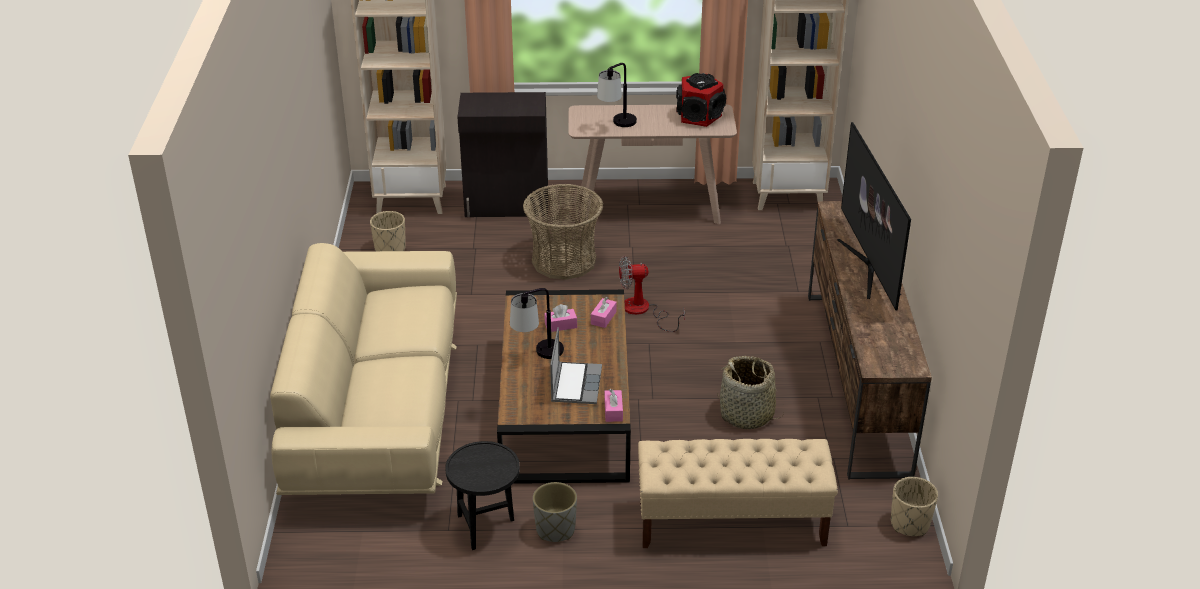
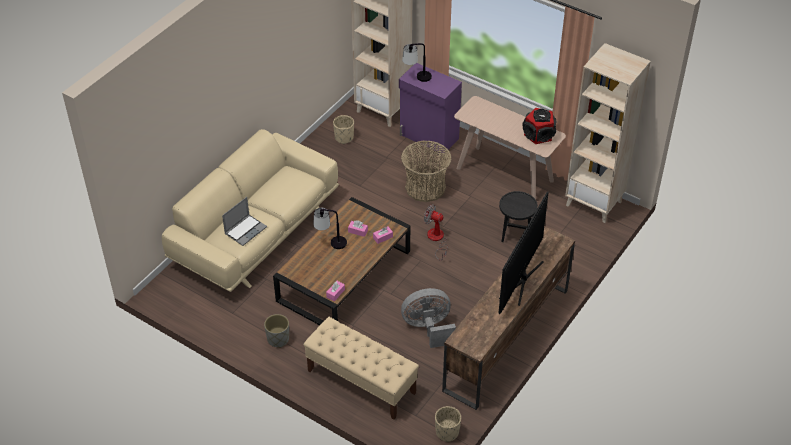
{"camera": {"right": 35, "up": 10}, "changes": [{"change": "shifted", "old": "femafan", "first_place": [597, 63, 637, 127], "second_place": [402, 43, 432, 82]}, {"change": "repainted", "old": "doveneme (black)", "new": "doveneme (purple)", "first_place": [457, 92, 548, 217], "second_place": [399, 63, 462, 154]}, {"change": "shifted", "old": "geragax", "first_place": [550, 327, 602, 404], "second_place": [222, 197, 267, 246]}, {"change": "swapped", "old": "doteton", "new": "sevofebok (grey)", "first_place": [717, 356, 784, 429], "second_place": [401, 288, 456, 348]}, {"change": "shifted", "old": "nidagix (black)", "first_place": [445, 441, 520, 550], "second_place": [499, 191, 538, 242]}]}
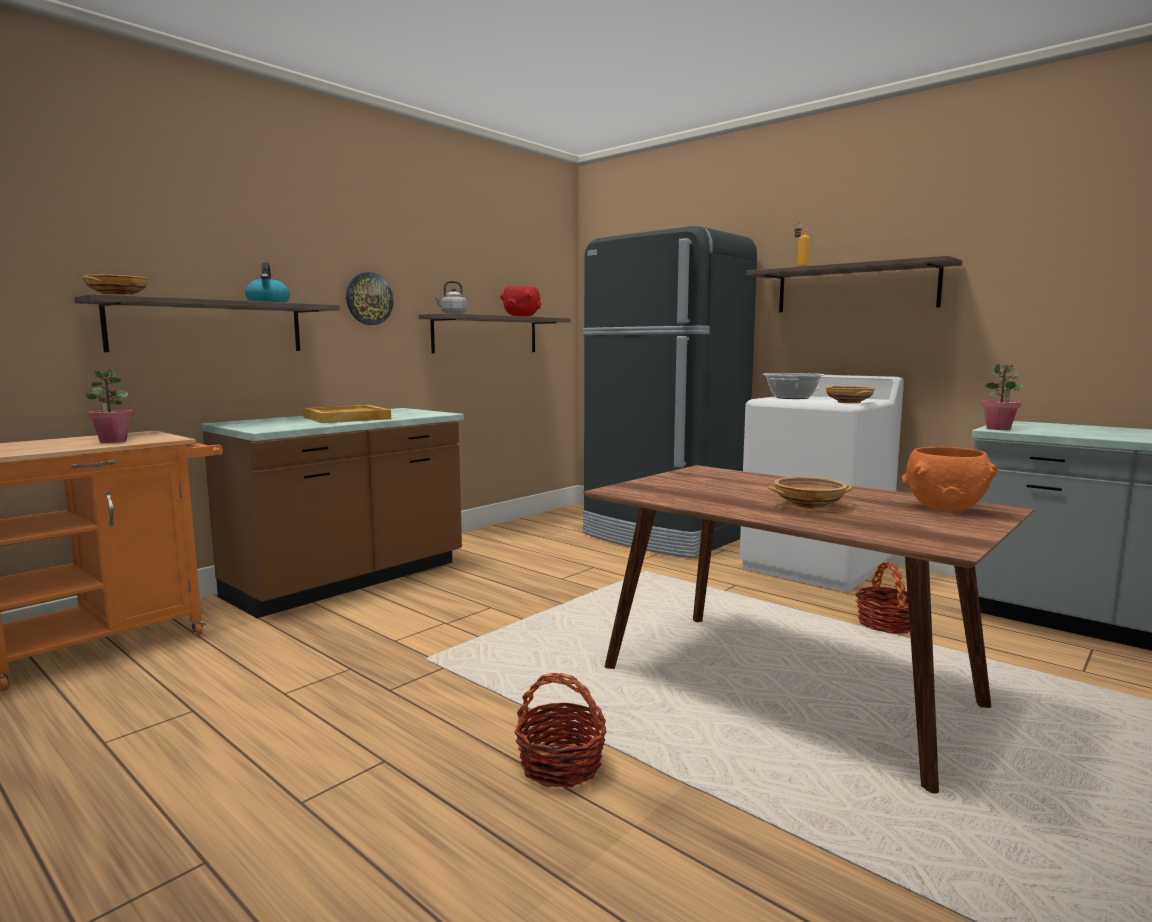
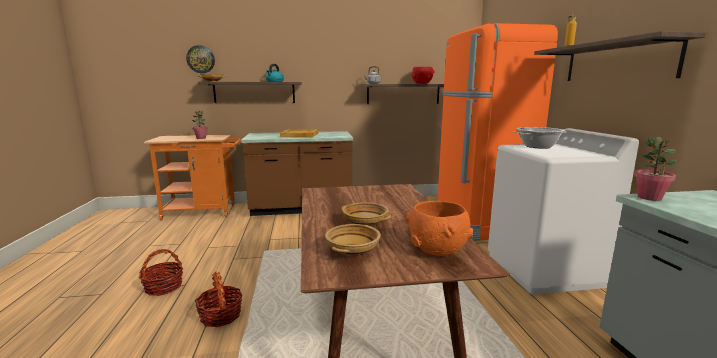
{"camera": {"right": 40, "up": 5}, "changes": [{"change": "repainted", "old": "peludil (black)", "new": "peludil (orange)", "first_place": [583, 226, 757, 558], "second_place": [437, 23, 558, 241]}, {"change": "shifted", "old": "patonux", "first_place": [346, 272, 394, 325], "second_place": [186, 45, 215, 73]}, {"change": "shifted", "old": "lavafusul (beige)", "first_place": [825, 386, 875, 404], "second_place": [325, 224, 381, 256]}, {"change": "shifted", "old": "doteton", "first_place": [855, 562, 910, 634], "second_place": [139, 249, 183, 296]}]}
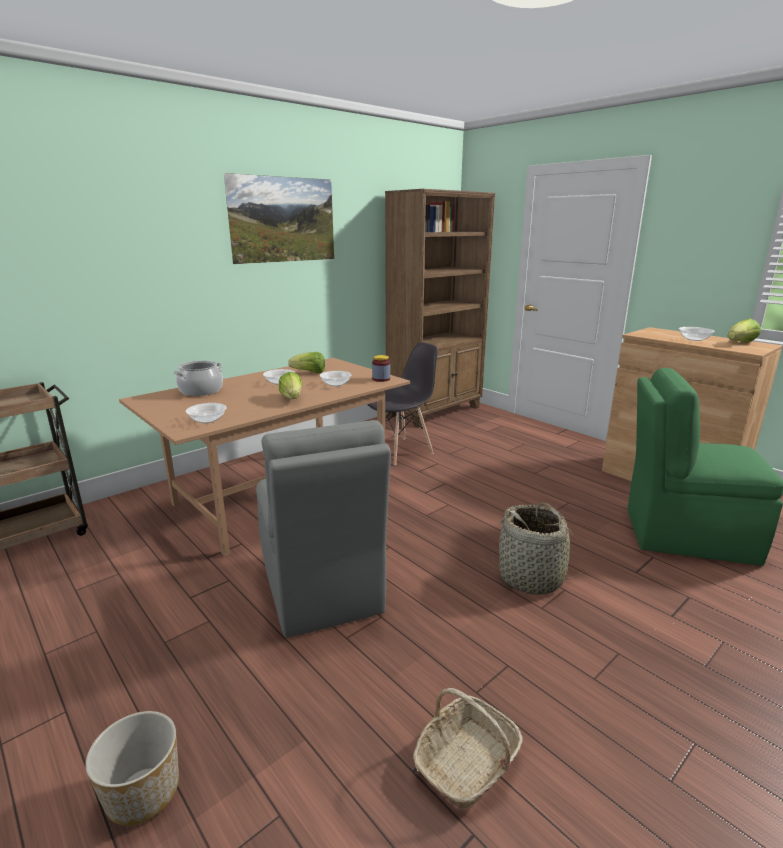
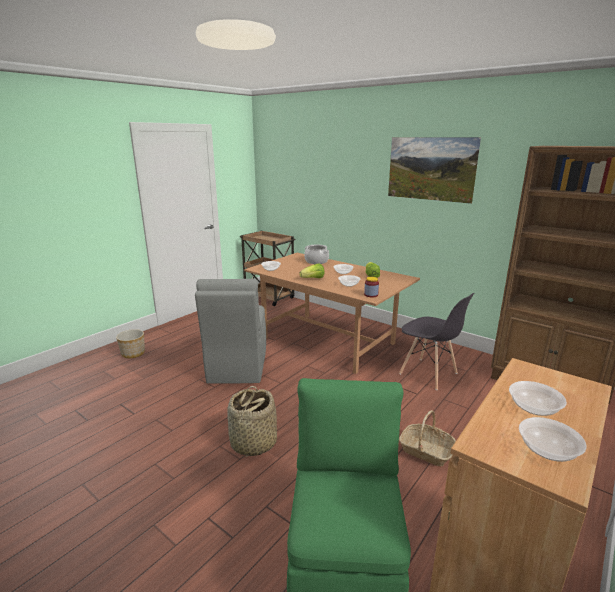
{"camera": {"right": 80, "up": 0}, "changes": [{"change": "swapped", "old": "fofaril", "new": "lavafusul", "first_place": [728, 319, 761, 342], "second_place": [519, 417, 587, 462]}, {"change": "rotated", "old": "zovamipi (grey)", "first_place": [256, 420, 391, 638], "second_place": [195, 279, 266, 383], "degrees": -60}, {"change": "shifted", "old": "doteton", "first_place": [413, 688, 523, 809], "second_place": [399, 410, 456, 466]}]}
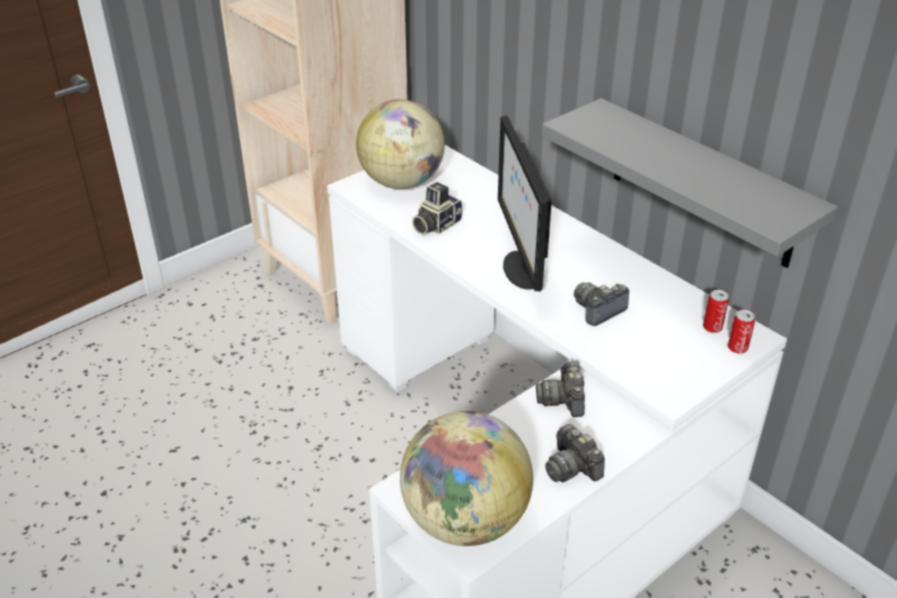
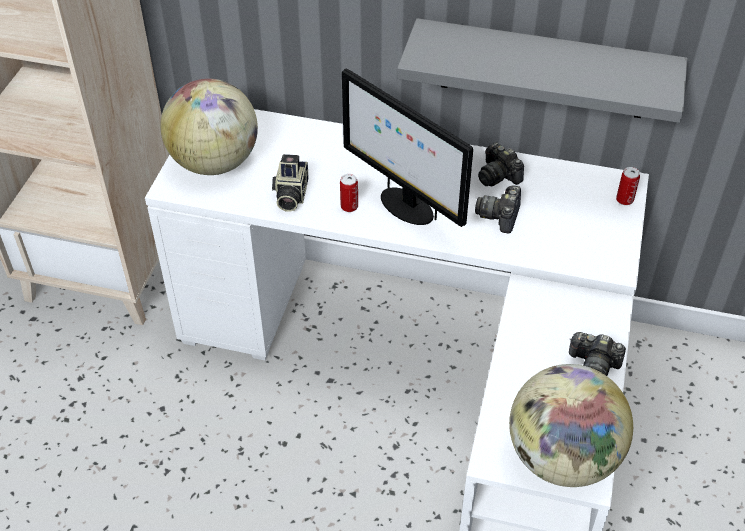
{"camera": {"right": -35, "up": 10}, "changes": [{"change": "shifted", "old": "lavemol", "first_place": [703, 290, 729, 333], "second_place": [340, 174, 358, 212]}, {"change": "shifted", "old": "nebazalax", "first_place": [536, 362, 585, 417], "second_place": [478, 142, 524, 186]}]}
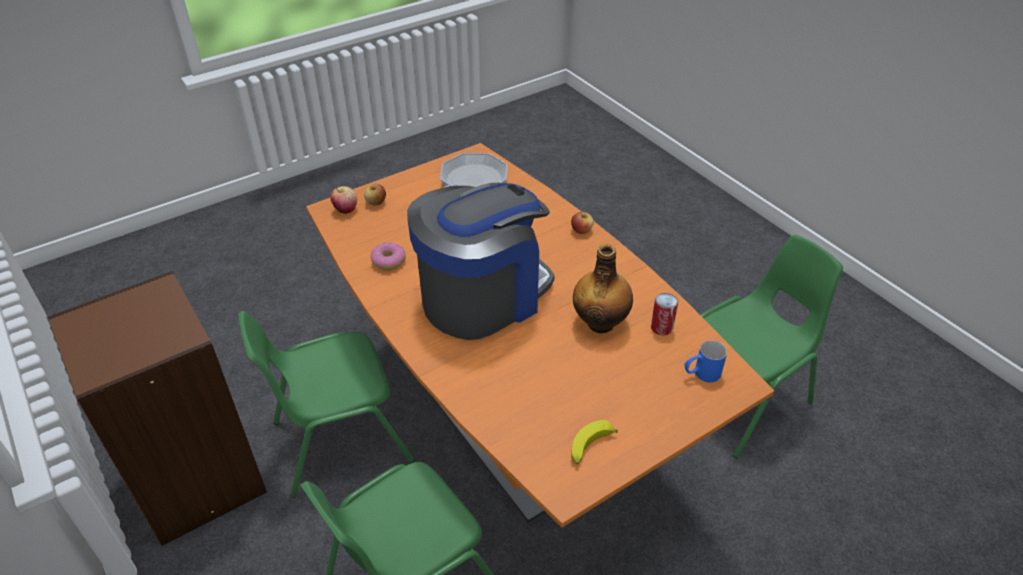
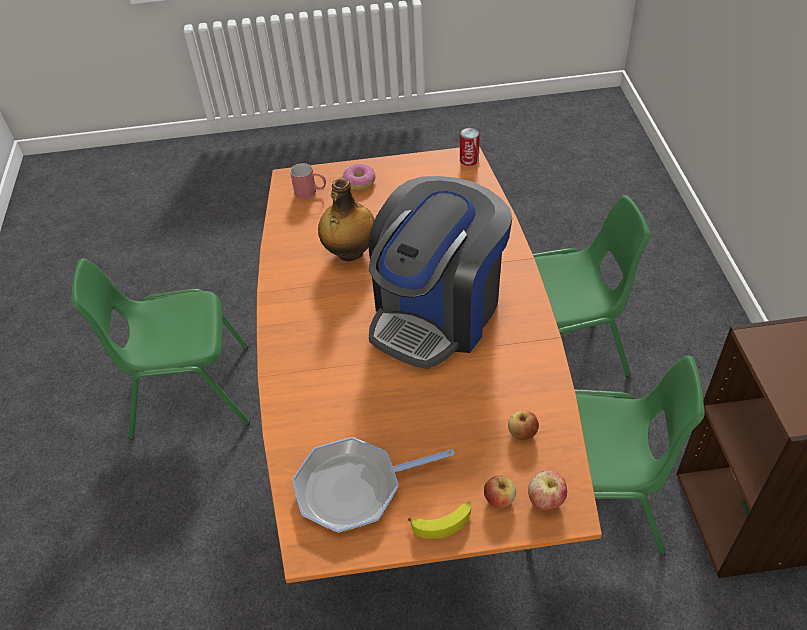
{"camera": {"right": -150, "up": 5}, "changes": [{"change": "rotated", "old": "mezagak", "first_place": [407, 183, 555, 340], "second_place": [369, 176, 512, 369], "degrees": -45}, {"change": "shifted", "old": "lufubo", "first_place": [571, 211, 594, 234], "second_place": [508, 410, 539, 440]}, {"change": "shifted", "old": "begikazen", "first_place": [371, 242, 405, 270], "second_place": [342, 164, 375, 190]}, {"change": "shifted", "old": "lavemol", "first_place": [651, 293, 678, 335], "second_place": [460, 128, 480, 166]}, {"change": "repainted", "old": "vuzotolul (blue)", "new": "vuzotolul (red)", "first_place": [685, 340, 727, 382], "second_place": [290, 163, 326, 199]}, {"change": "shifted", "old": "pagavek", "first_place": [571, 420, 618, 464], "second_place": [408, 502, 471, 539]}]}
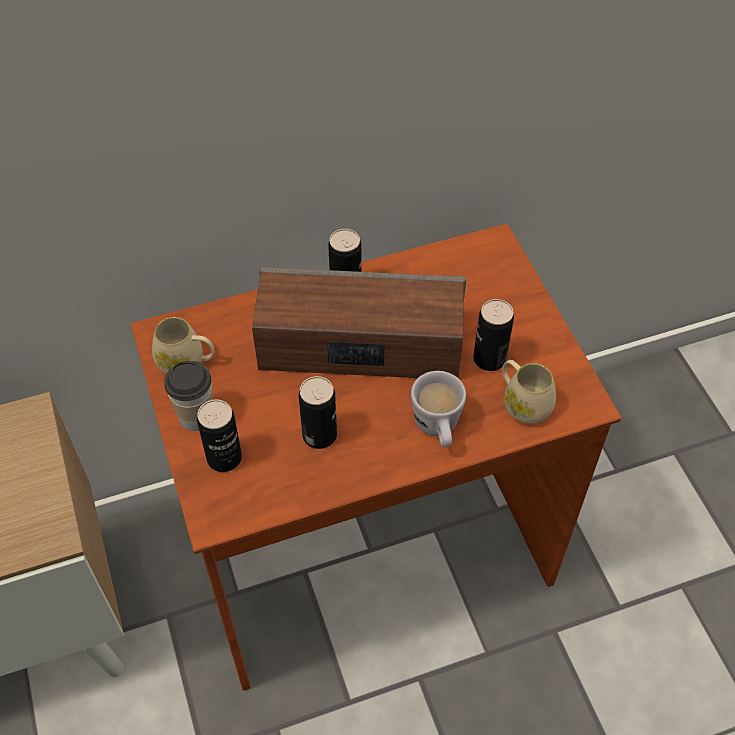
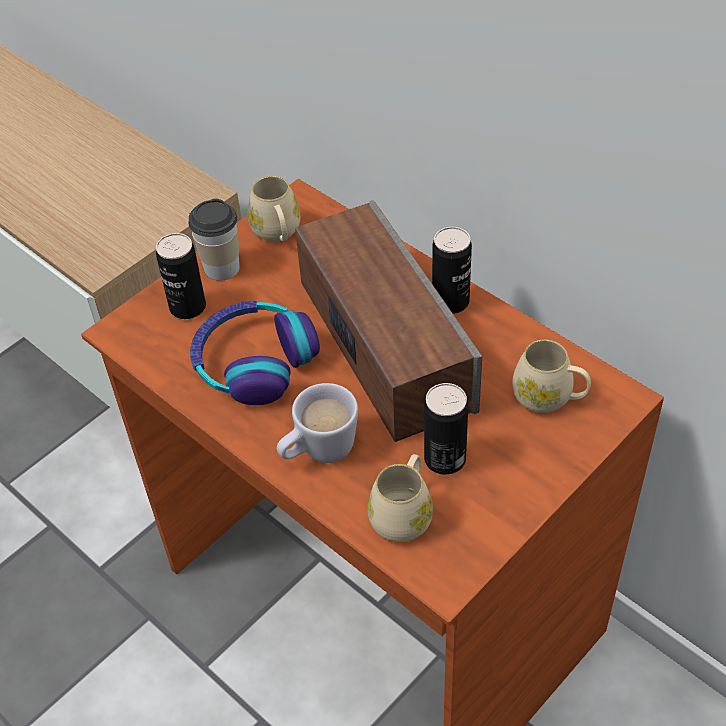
{"camera": {"right": 65, "up": -5}, "changes": [{"change": "swapped", "old": "lavemol", "new": "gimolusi", "first_place": [299, 376, 337, 449], "second_place": [190, 301, 320, 405]}, {"change": "new", "new": "vuzotolul (beige)", "second_place": [512, 339, 591, 413]}]}
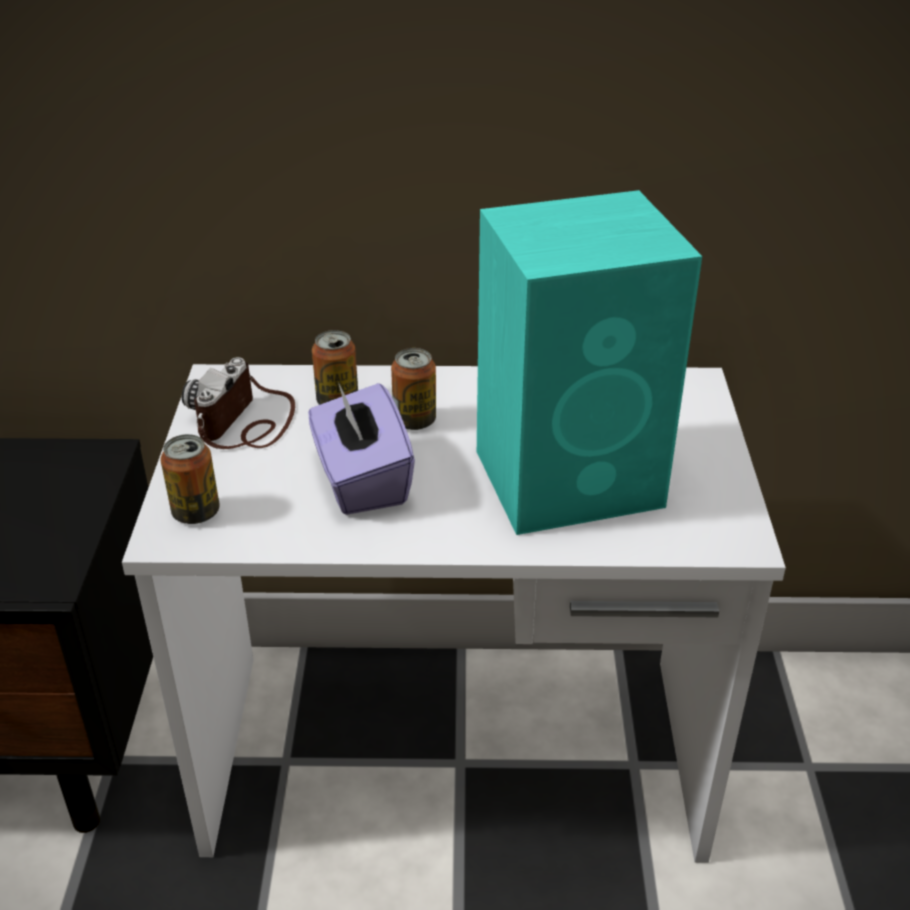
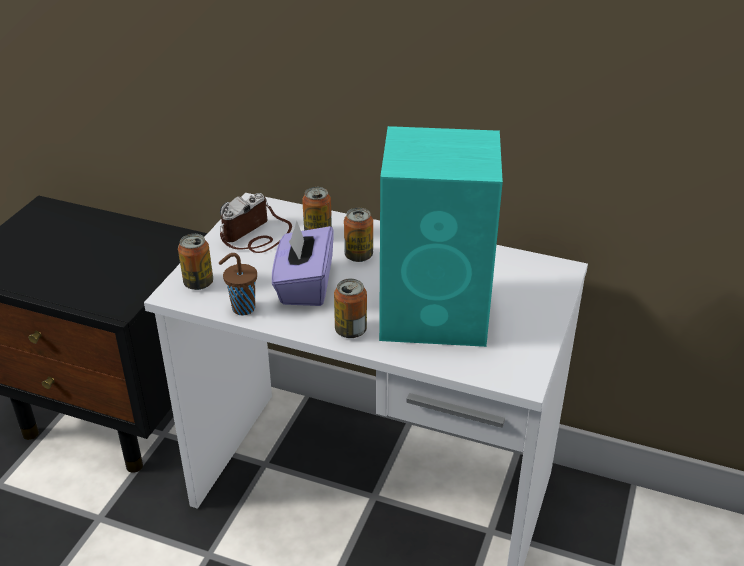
{"camera": {"right": 20, "up": 0}, "changes": [{"change": "new", "new": "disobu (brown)", "second_place": [219, 253, 257, 315]}, {"change": "new", "new": "lavemol", "second_place": [334, 279, 367, 338]}]}
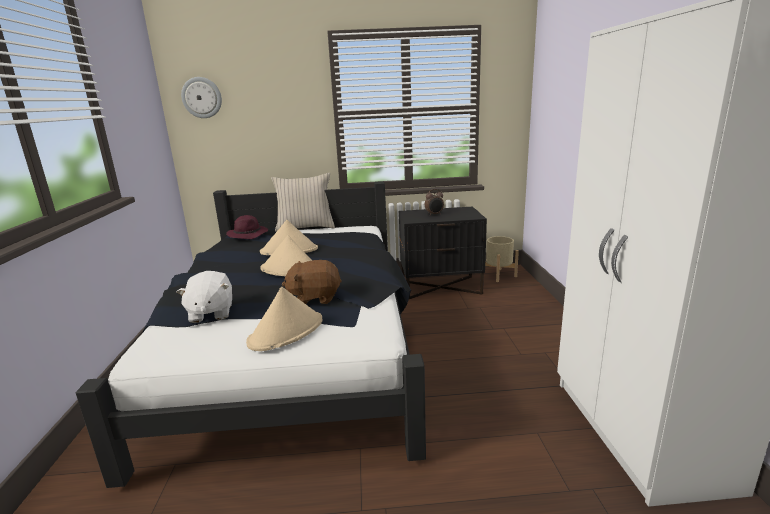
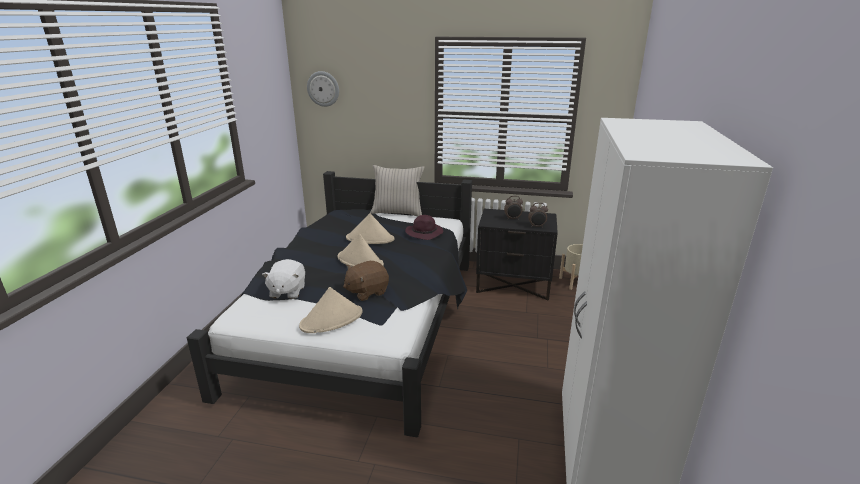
{"camera": {"right": 15, "up": 5}, "changes": [{"change": "shifted", "old": "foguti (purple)", "first_place": [226, 215, 268, 239], "second_place": [405, 215, 443, 240]}, {"change": "rotated", "old": "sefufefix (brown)", "first_place": [282, 260, 342, 304], "second_place": [343, 261, 389, 301], "degrees": -45}, {"change": "new", "new": "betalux", "second_place": [528, 203, 548, 228]}]}
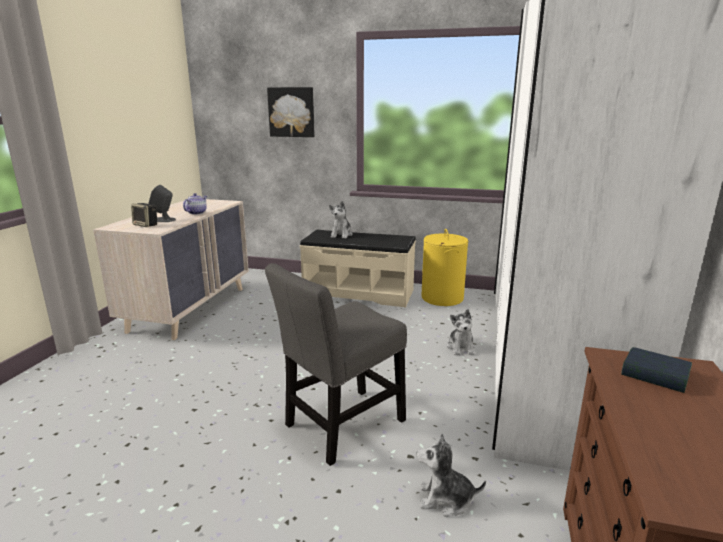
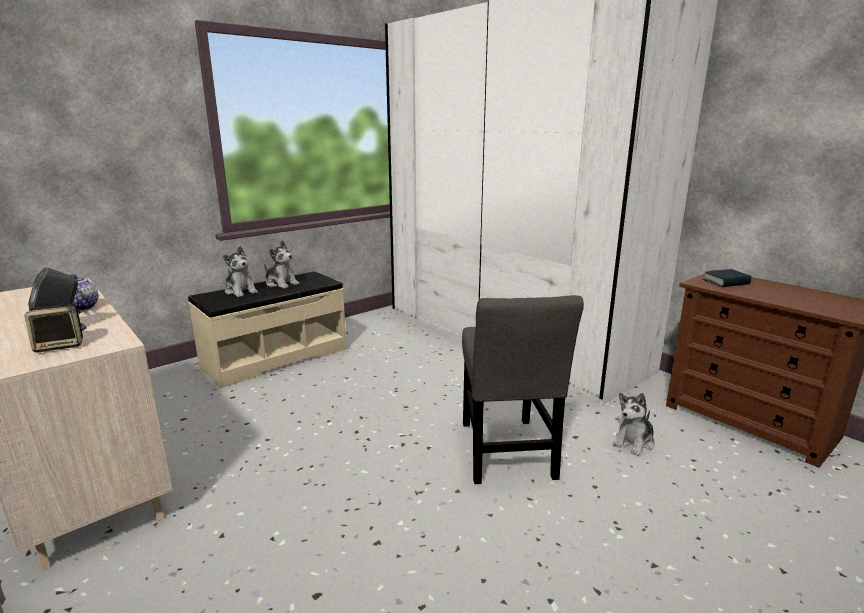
{"camera": {"right": -55, "up": 0}, "changes": [{"change": "gone", "old": "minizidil", "first_place": [267, 87, 315, 137]}, {"change": "gone", "old": "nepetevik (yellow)", "first_place": [421, 229, 468, 306]}, {"change": "shifted", "old": "sefufefix", "first_place": [447, 309, 475, 355], "second_place": [264, 240, 299, 289]}]}
